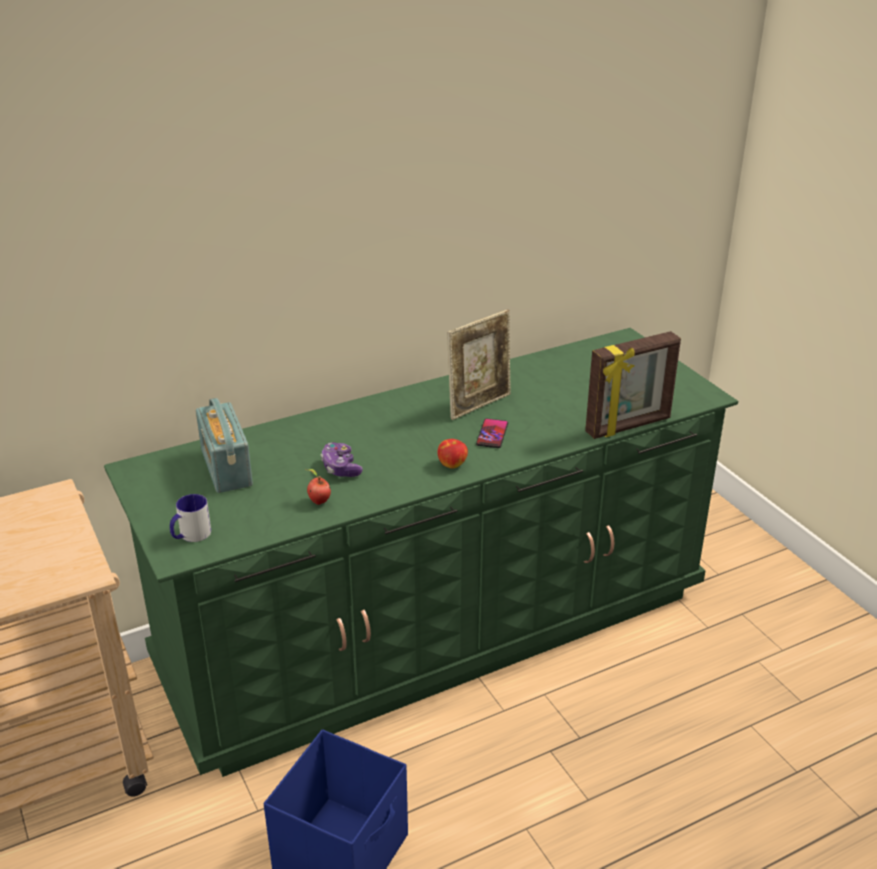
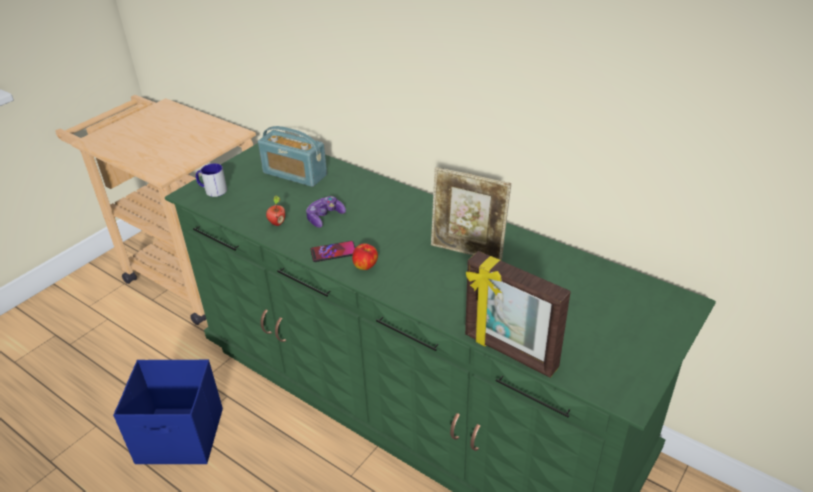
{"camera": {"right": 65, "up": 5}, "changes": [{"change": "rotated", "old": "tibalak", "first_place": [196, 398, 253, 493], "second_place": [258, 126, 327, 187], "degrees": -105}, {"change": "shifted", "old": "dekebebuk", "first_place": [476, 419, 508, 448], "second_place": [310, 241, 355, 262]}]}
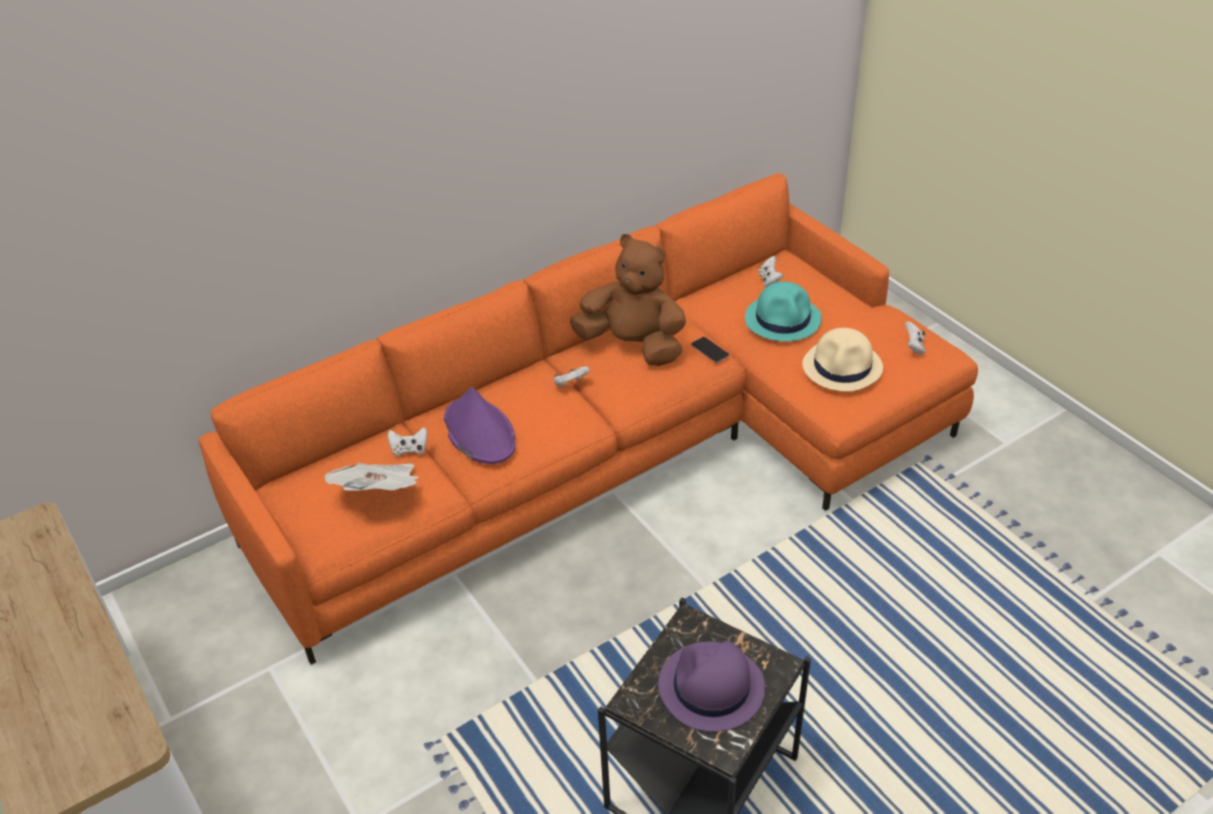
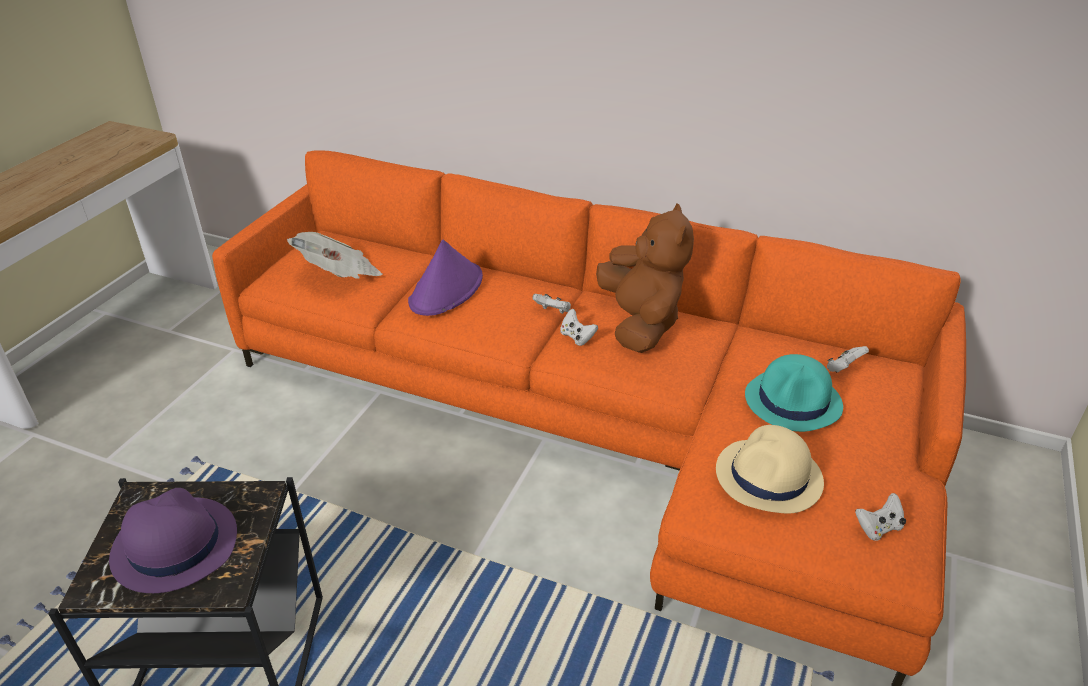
{"camera": {"right": 55, "up": -5}, "changes": [{"change": "gone", "old": "dekebebuk", "first_place": [691, 337, 729, 363]}, {"change": "shifted", "old": "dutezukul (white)", "first_place": [388, 427, 427, 456], "second_place": [560, 309, 598, 346]}]}
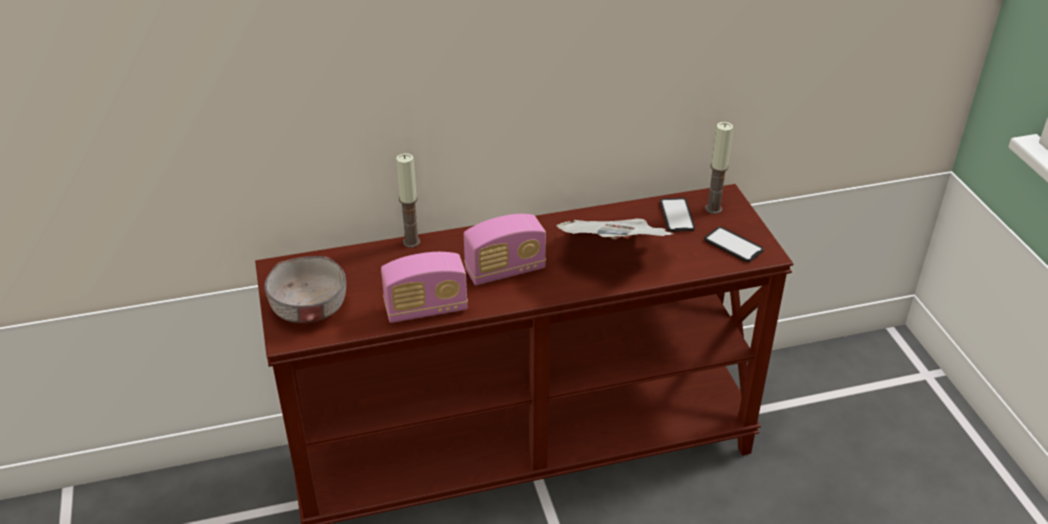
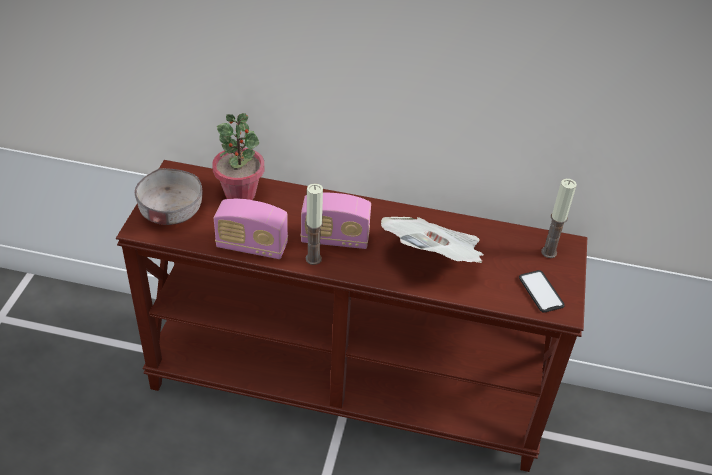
{"camera": {"right": 25, "up": 5}, "changes": [{"change": "shifted", "old": "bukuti", "first_place": [396, 153, 420, 248], "second_place": [306, 183, 323, 265]}, {"change": "gone", "old": "dekebebuk", "first_place": [660, 198, 695, 232]}, {"change": "new", "new": "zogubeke", "second_place": [212, 113, 264, 200]}]}
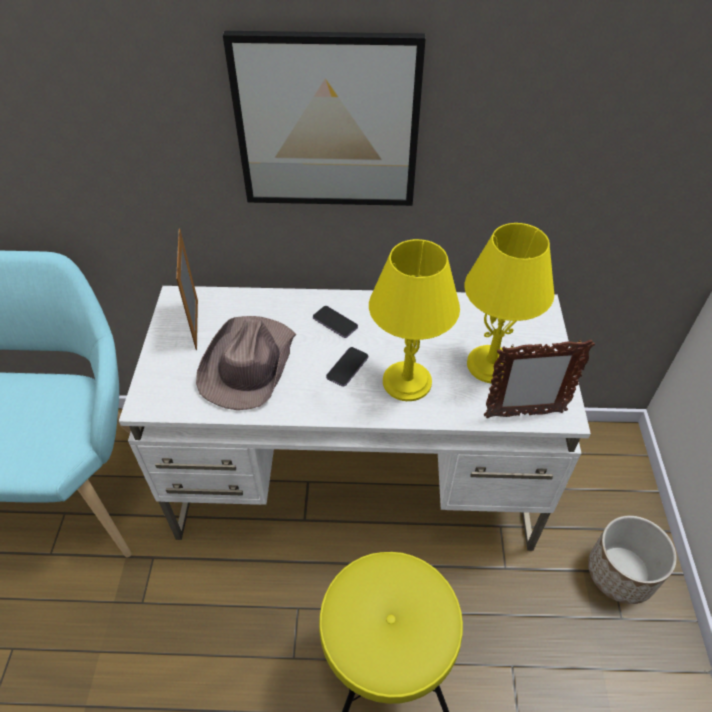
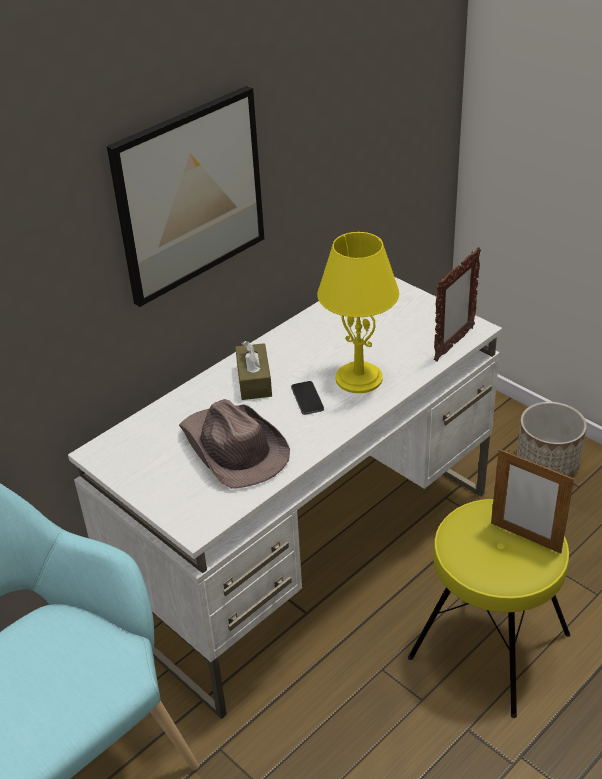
{"camera": {"right": -45, "up": -10}, "changes": [{"change": "gone", "old": "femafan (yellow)", "first_place": [465, 223, 555, 383]}, {"change": "shifted", "old": "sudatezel", "first_place": [176, 229, 198, 350], "second_place": [491, 449, 574, 554]}, {"change": "swapped", "old": "dekebebuk", "new": "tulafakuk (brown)", "first_place": [313, 306, 358, 338], "second_place": [235, 341, 272, 400]}]}
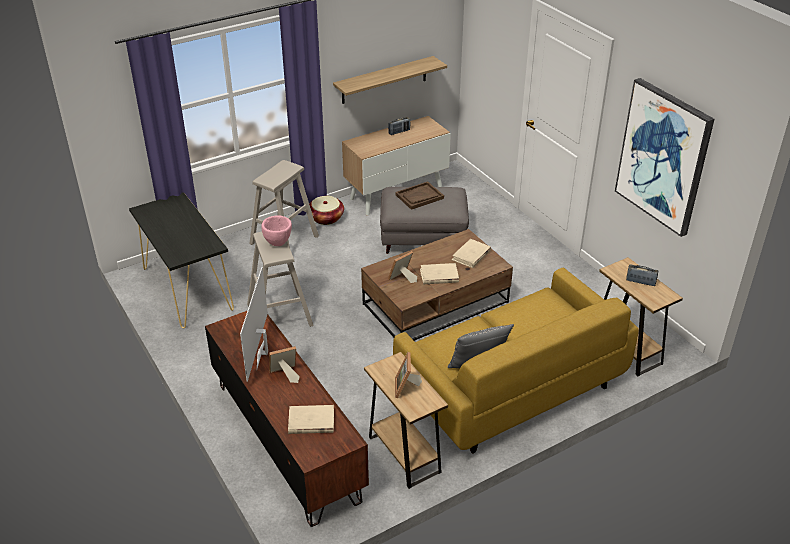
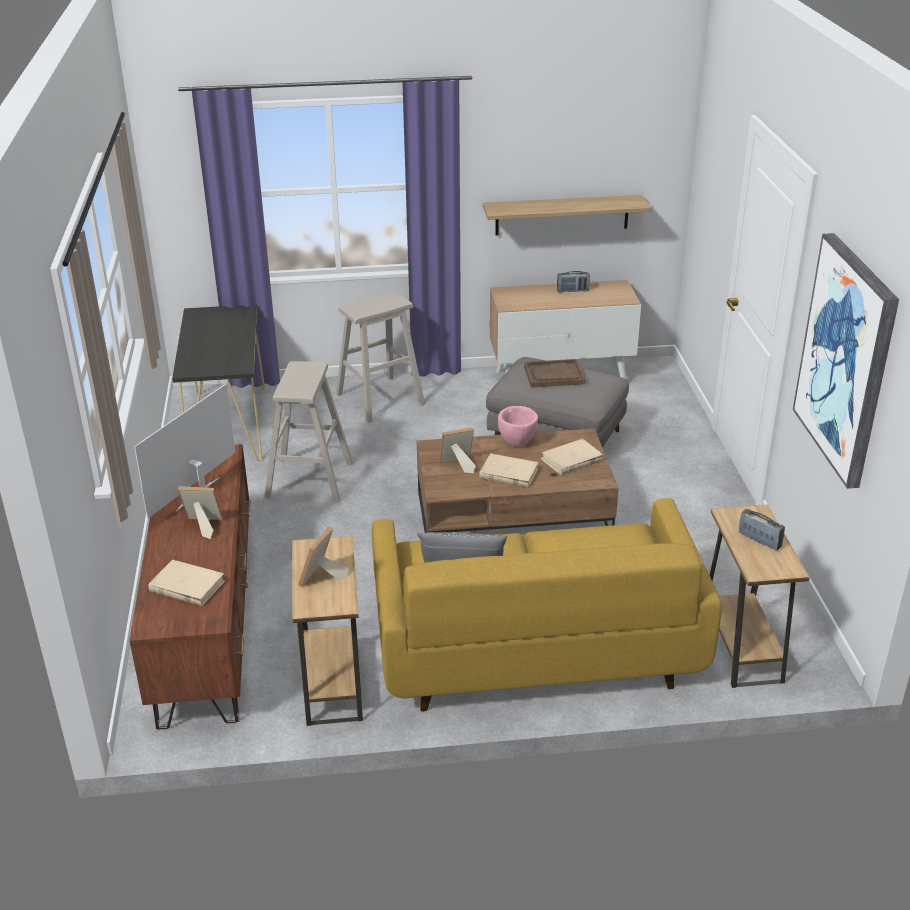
{"camera": {"right": 25, "up": -5}, "changes": [{"change": "gone", "old": "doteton", "first_place": [309, 196, 344, 225]}, {"change": "shifted", "old": "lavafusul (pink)", "first_place": [261, 215, 292, 246], "second_place": [498, 406, 538, 447]}]}
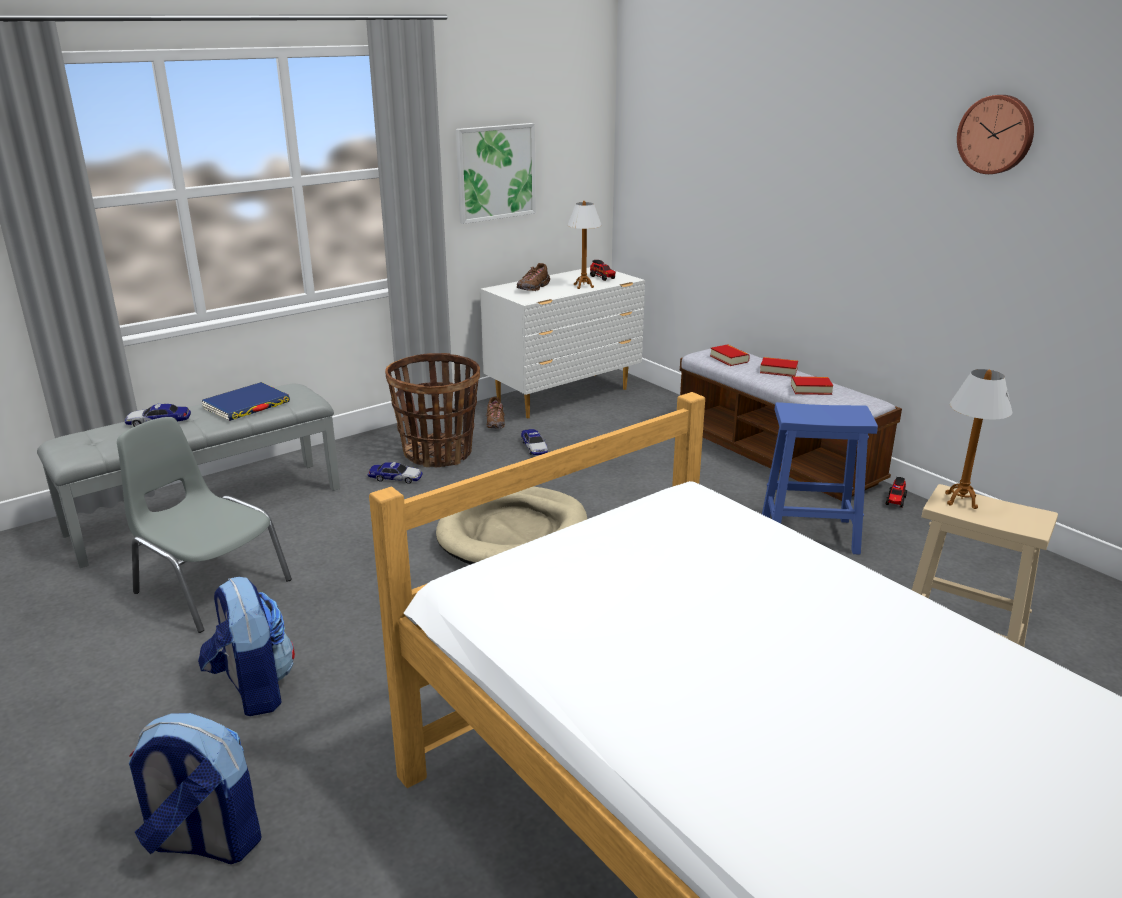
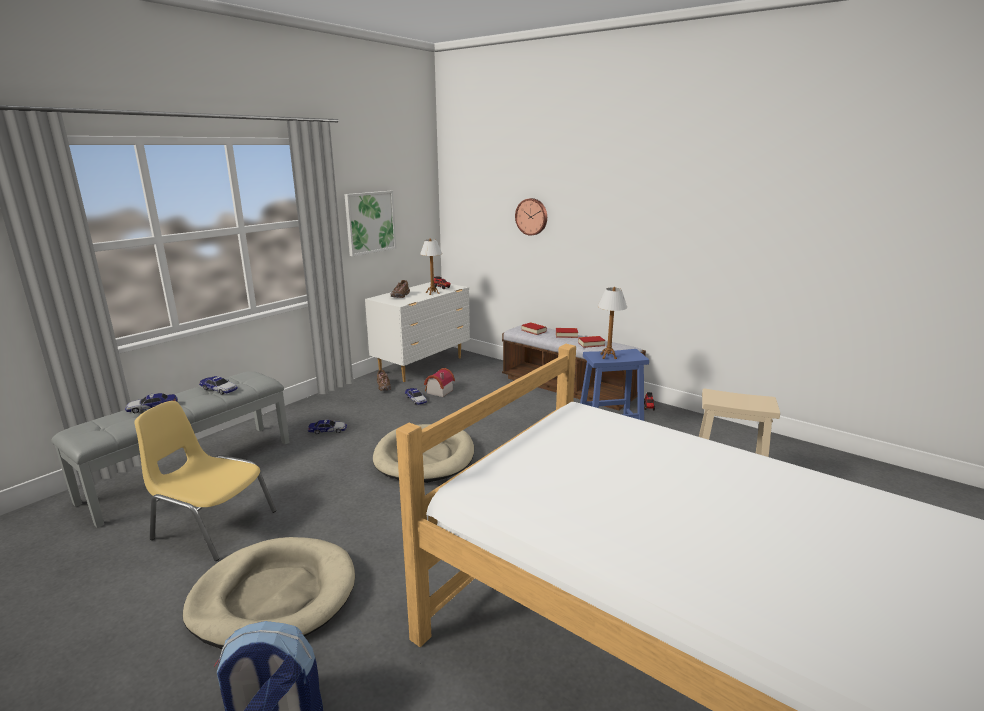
{"camera": {"right": -15, "up": -5}, "changes": [{"change": "shifted", "old": "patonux", "first_place": [957, 95, 1034, 174], "second_place": [515, 198, 547, 236]}, {"change": "gone", "old": "doteton", "first_place": [385, 353, 480, 468]}, {"change": "shifted", "old": "femafan", "first_place": [945, 369, 1012, 509], "second_place": [598, 287, 627, 359]}, {"change": "swapped", "old": "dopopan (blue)", "new": "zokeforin", "first_place": [201, 382, 290, 421], "second_place": [199, 376, 238, 395]}, {"change": "repainted", "old": "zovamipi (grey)", "new": "zovamipi (yellow)", "first_place": [117, 417, 292, 633], "second_place": [134, 401, 276, 561]}, {"change": "swapped", "old": "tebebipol", "new": "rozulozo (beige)", "first_place": [198, 577, 295, 716], "second_place": [182, 537, 355, 649]}, {"change": "new", "new": "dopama", "second_place": [424, 368, 455, 397]}]}
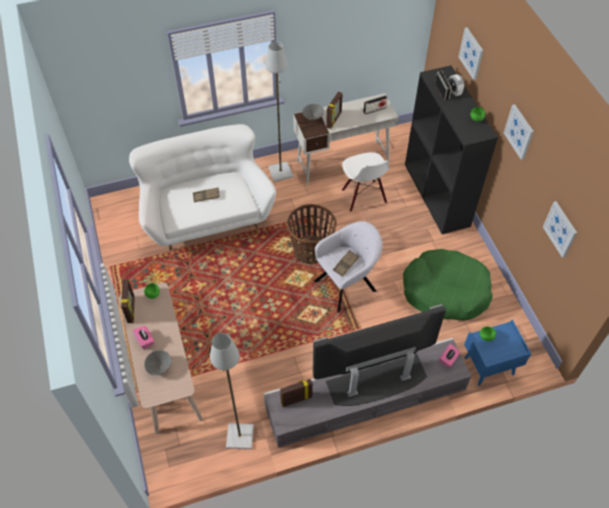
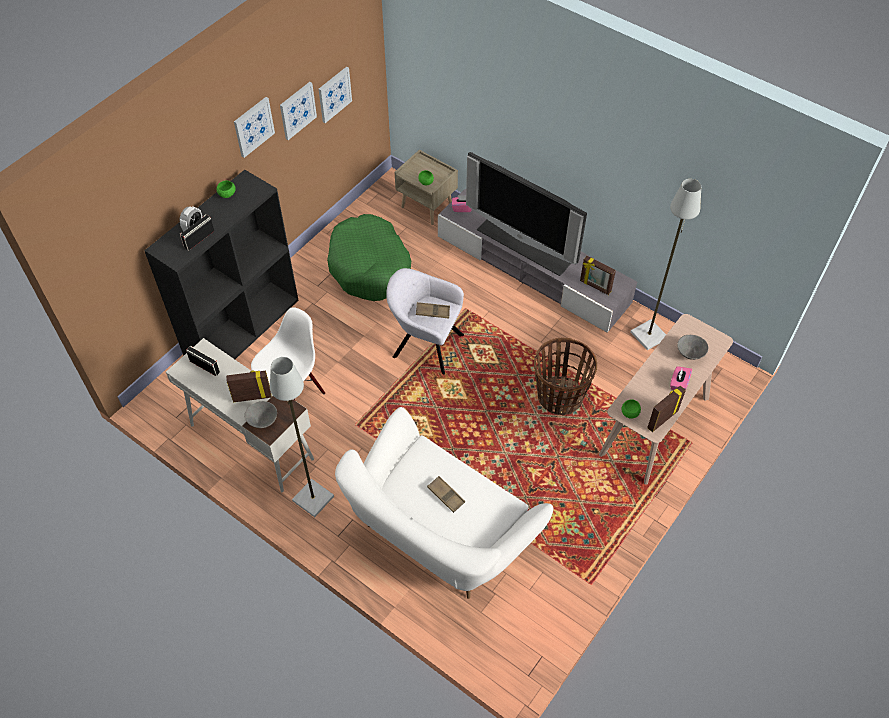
{"camera": {"right": -125, "up": 0}, "changes": [{"change": "shifted", "old": "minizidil", "first_place": [459, 28, 484, 80], "second_place": [280, 82, 317, 140]}, {"change": "shifted", "old": "doteton", "first_place": [287, 204, 337, 264], "second_place": [534, 338, 597, 416]}, {"change": "repainted", "old": "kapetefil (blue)", "new": "kapetefil (beige)", "first_place": [464, 320, 531, 386], "second_place": [395, 150, 458, 225]}]}
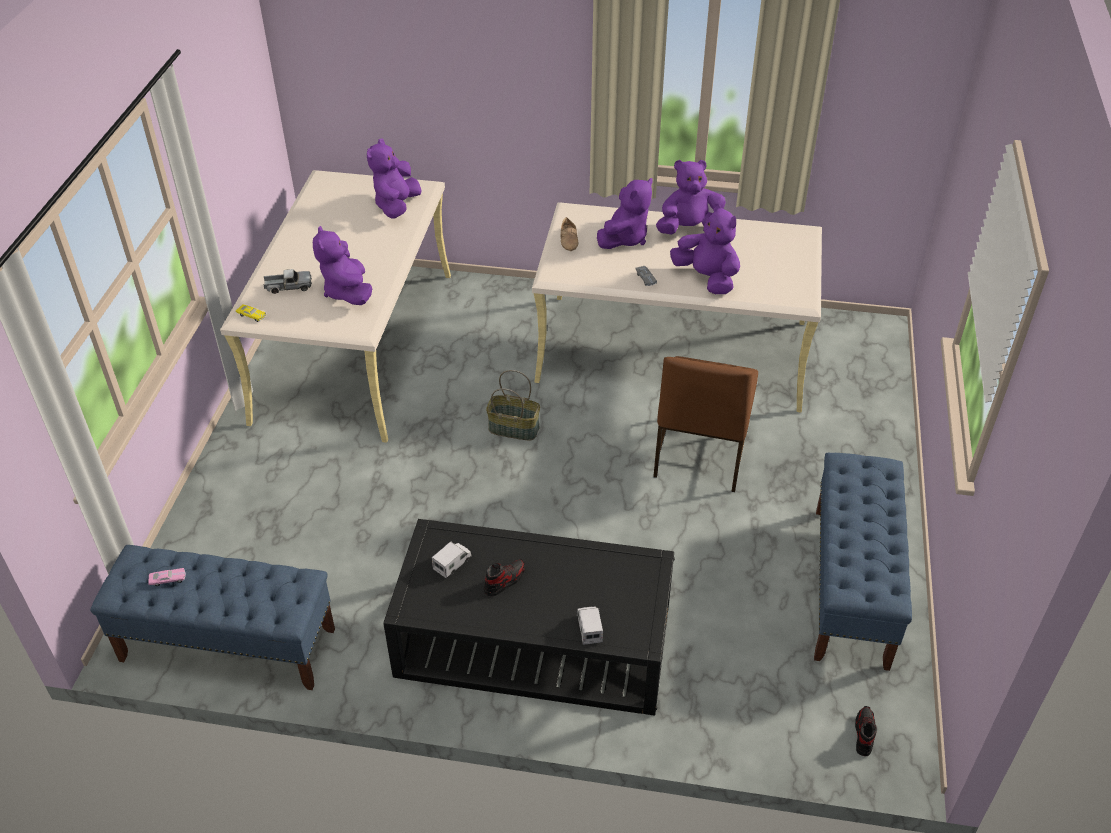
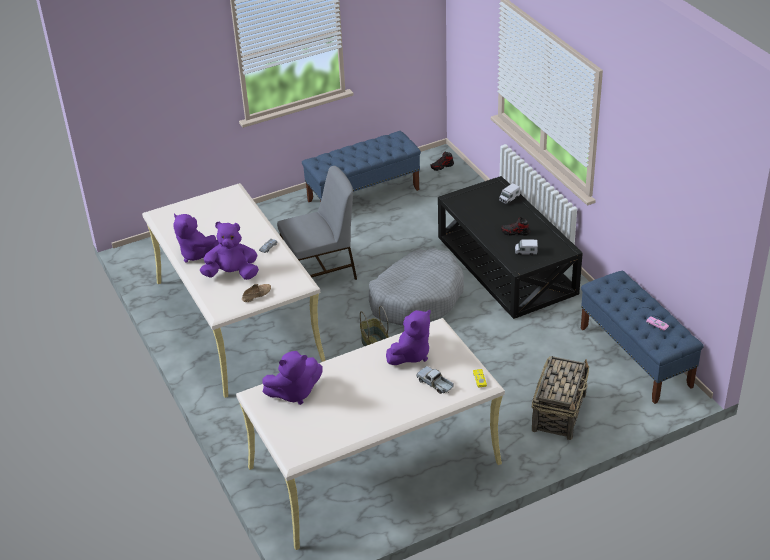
{"camera": {"right": -125, "up": -5}, "changes": [{"change": "gone", "old": "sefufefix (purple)", "first_place": [670, 204, 740, 294]}, {"change": "repainted", "old": "zovamipi (brown)", "new": "zovamipi (grey)", "first_place": [653, 356, 758, 492], "second_place": [277, 166, 357, 280]}, {"change": "new", "new": "rozulozo (grey)", "second_place": [369, 248, 464, 326]}, {"change": "new", "new": "doteton", "second_place": [531, 356, 589, 440]}]}
